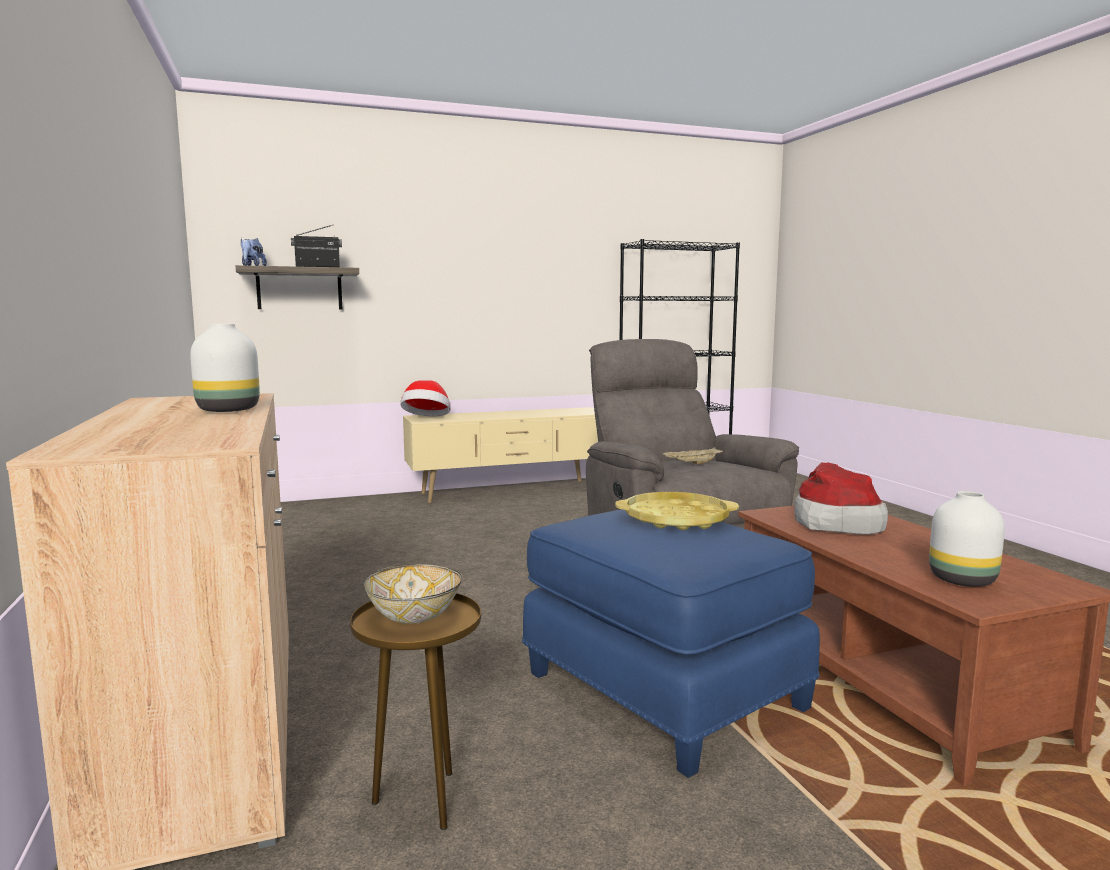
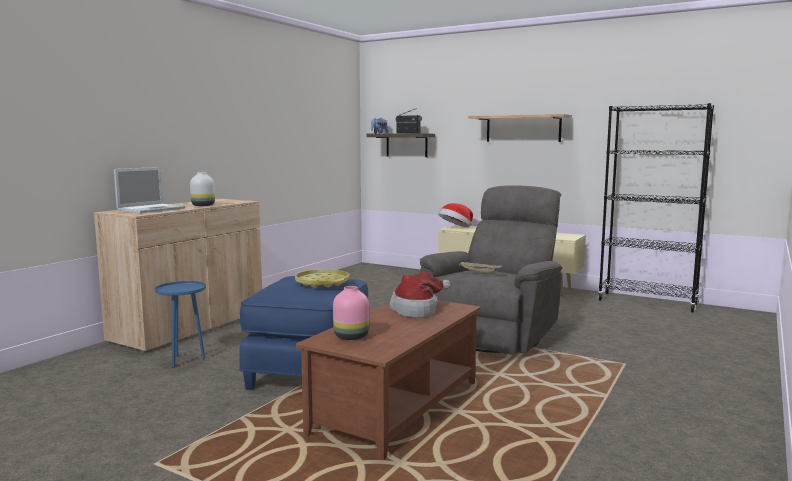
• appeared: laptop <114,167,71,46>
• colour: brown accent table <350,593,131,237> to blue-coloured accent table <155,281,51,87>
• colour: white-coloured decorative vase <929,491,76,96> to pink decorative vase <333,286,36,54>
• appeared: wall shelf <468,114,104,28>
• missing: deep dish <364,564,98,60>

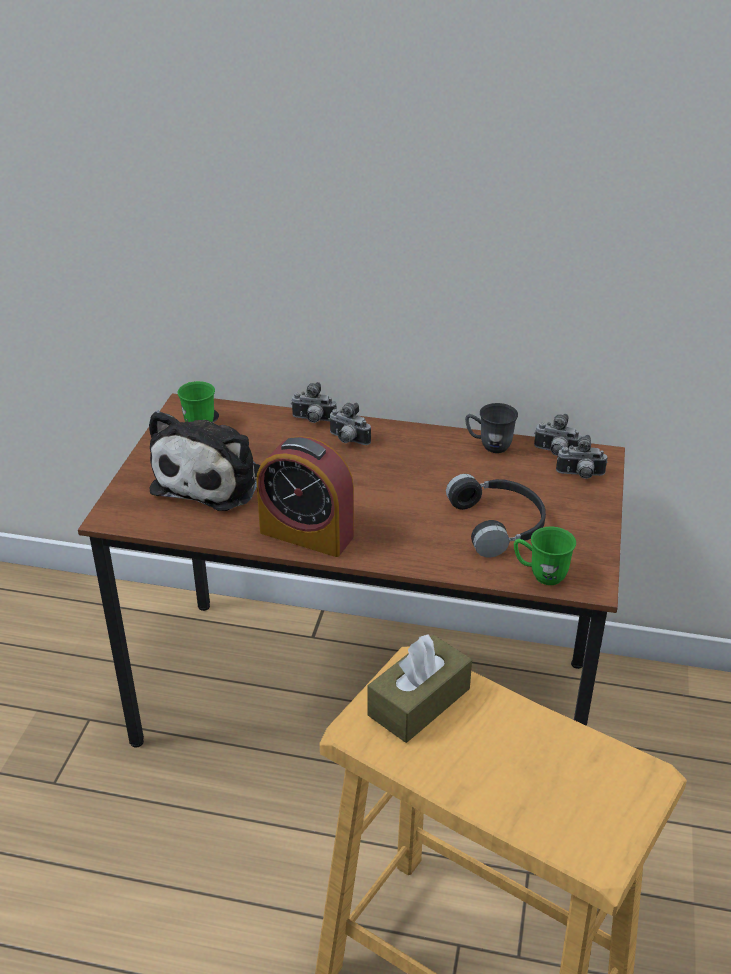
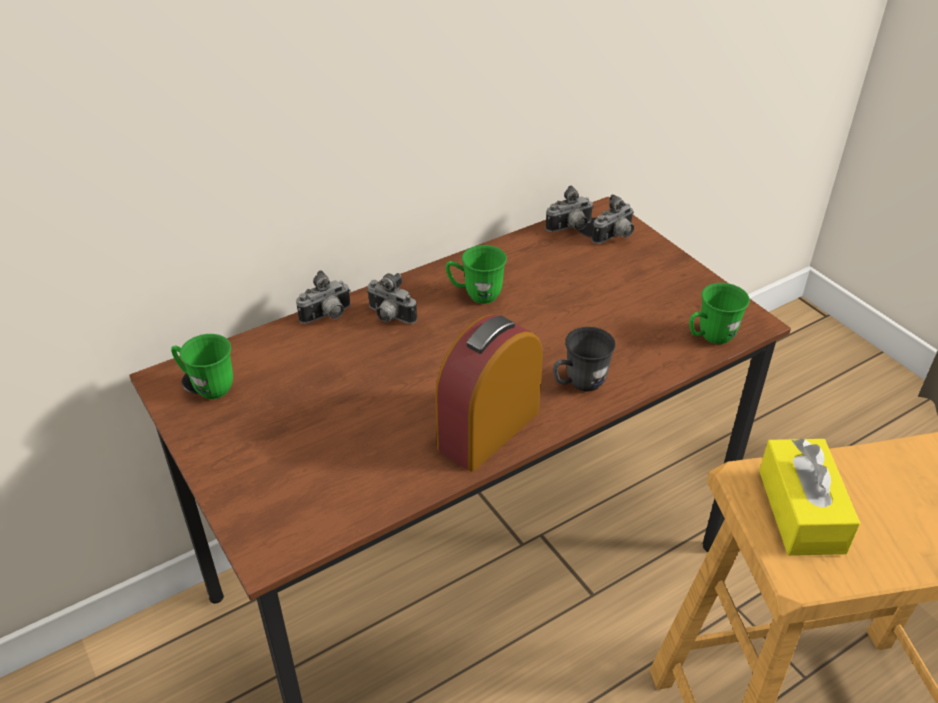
• spun: photo camera <329,403,42,42> = <366,273,51,51> 45 degrees clockwise
• spun: table clock <256,436,98,121> = <435,314,108,158> 150 degrees clockwise
• appeared: greenish tea mug <445,245,62,59>
• relocated: grey tea mug <465,403,53,50> to <553,327,62,65>
• colour: brown tissue holder <367,634,105,109> to yellow tissue holder <759,439,101,117>
• missing: plush toy <149,411,111,100>
• missing: black-coloured headphones <446,474,100,83>

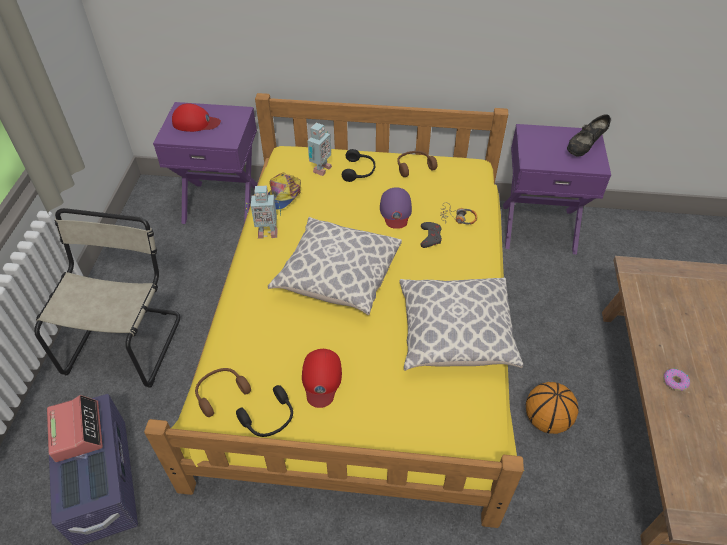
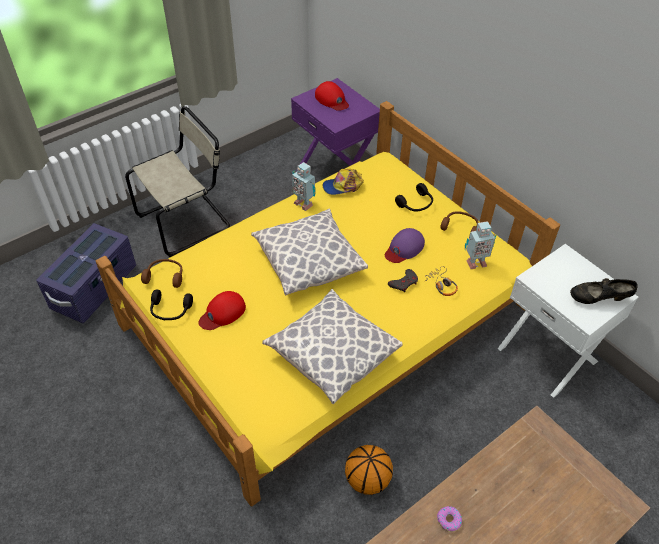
• relocated: toy robot <307,123,25,53> to <465,221,31,48>
• colour: purple-coloured night table <503,124,108,130> to white-coloured night table <498,244,140,154>
• missing: table clock <47,395,56,67>

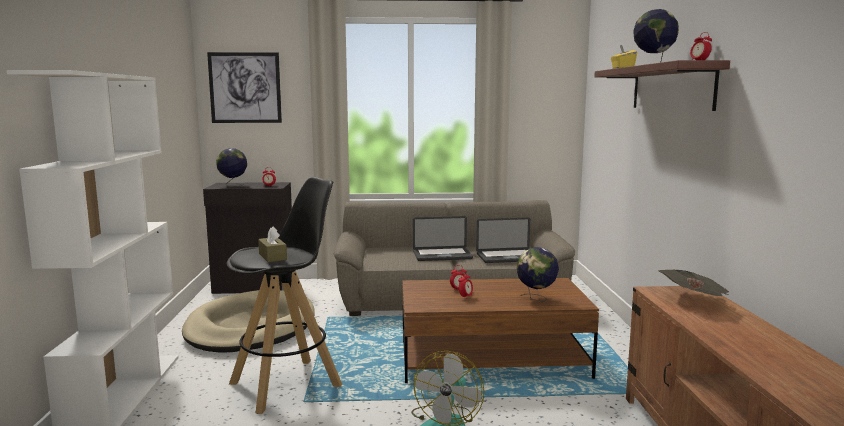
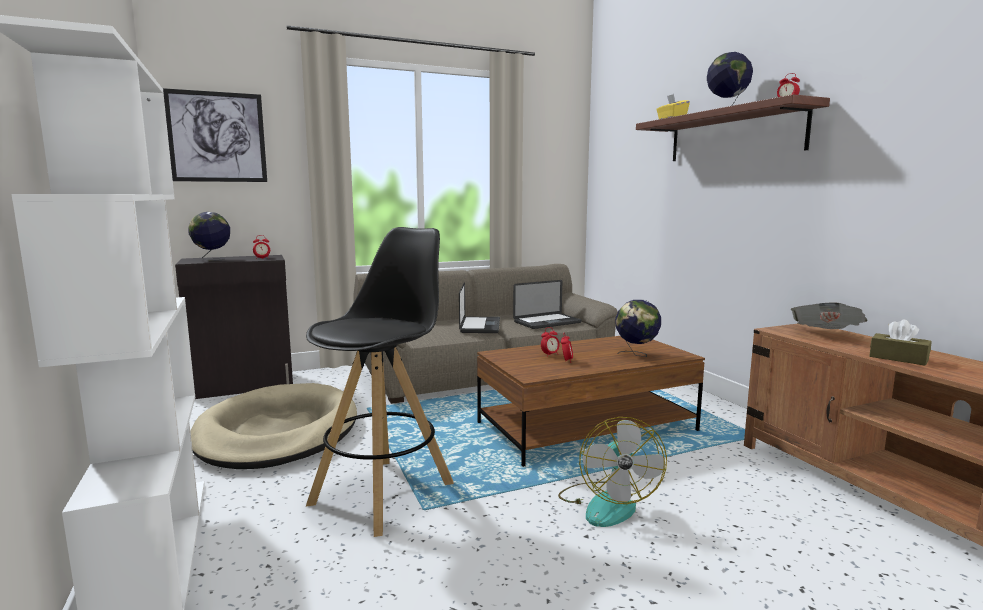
• spun: laptop <413,216,60,45> = <459,282,41,51> 60 degrees counterclockwise
• relocated: brown tissue holder <258,227,29,35> to <869,320,63,46>

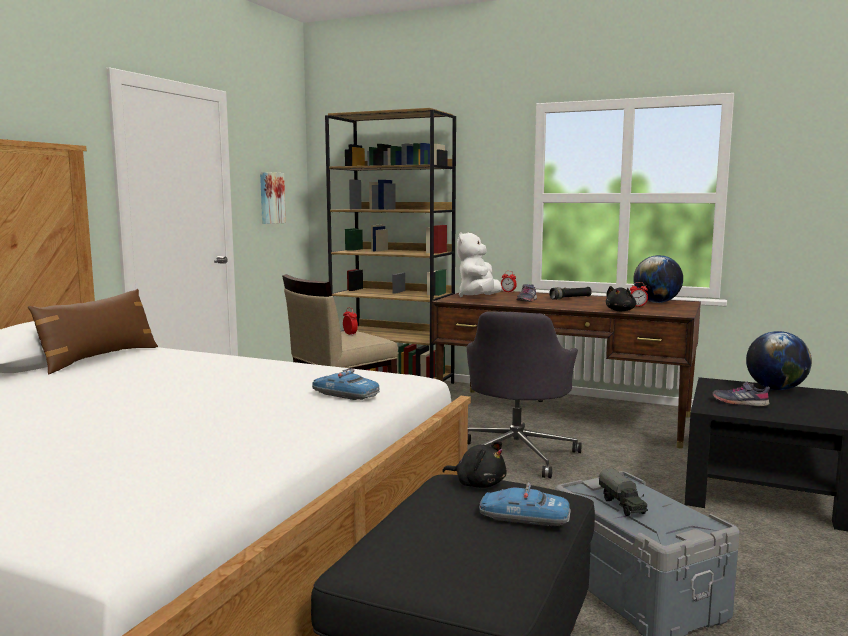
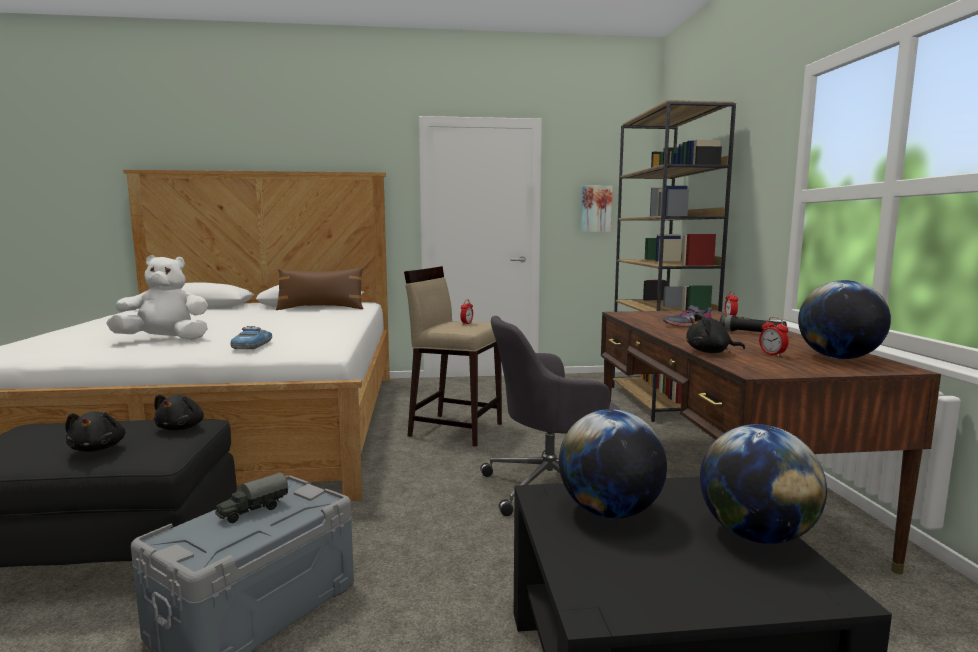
• exchanged: model car <479,482,92,44> to black-coloured plush toy <65,411,61,41>
• relocated: white-coloured plush toy <457,232,45,65> to <106,255,102,85>
• exchanged: grey shoe <712,382,58,25> to desk globe <559,409,108,110>

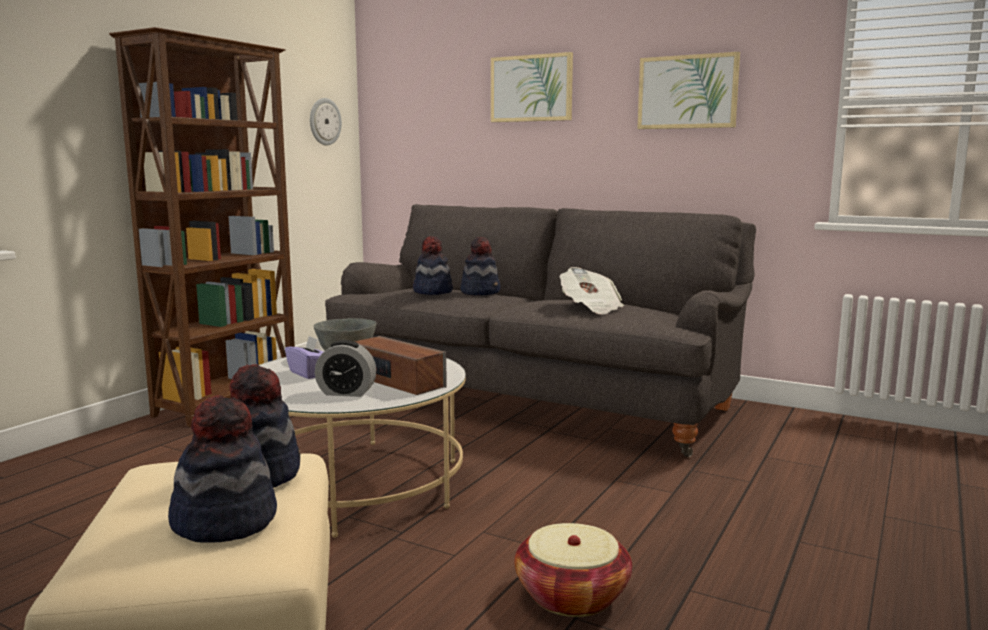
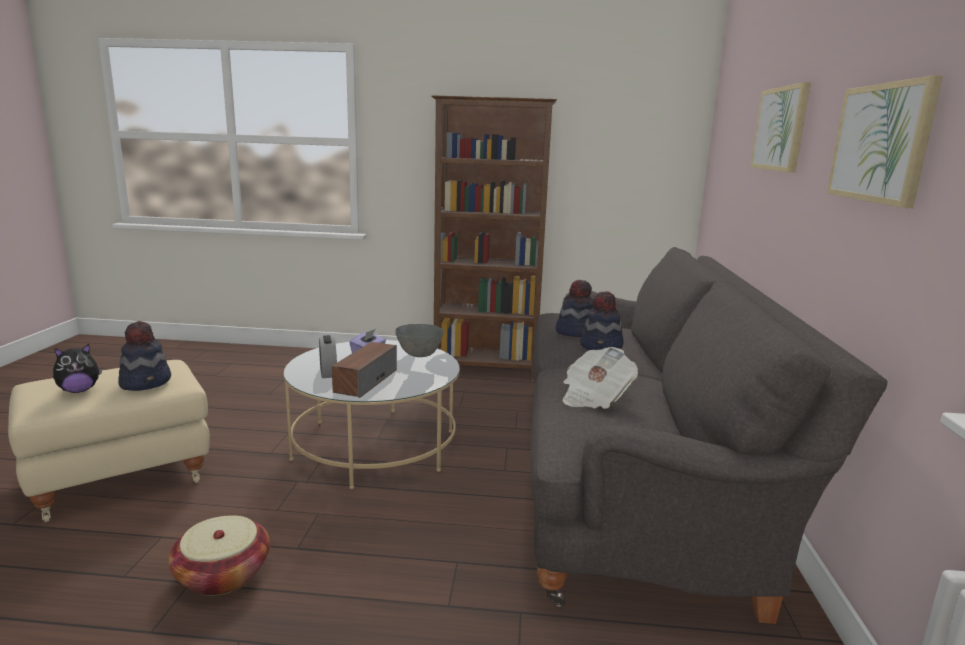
• exchanged: wearable hat <168,395,109,148> to plush toy <53,344,49,49>
• missing: clock on the wall <310,98,32,48>

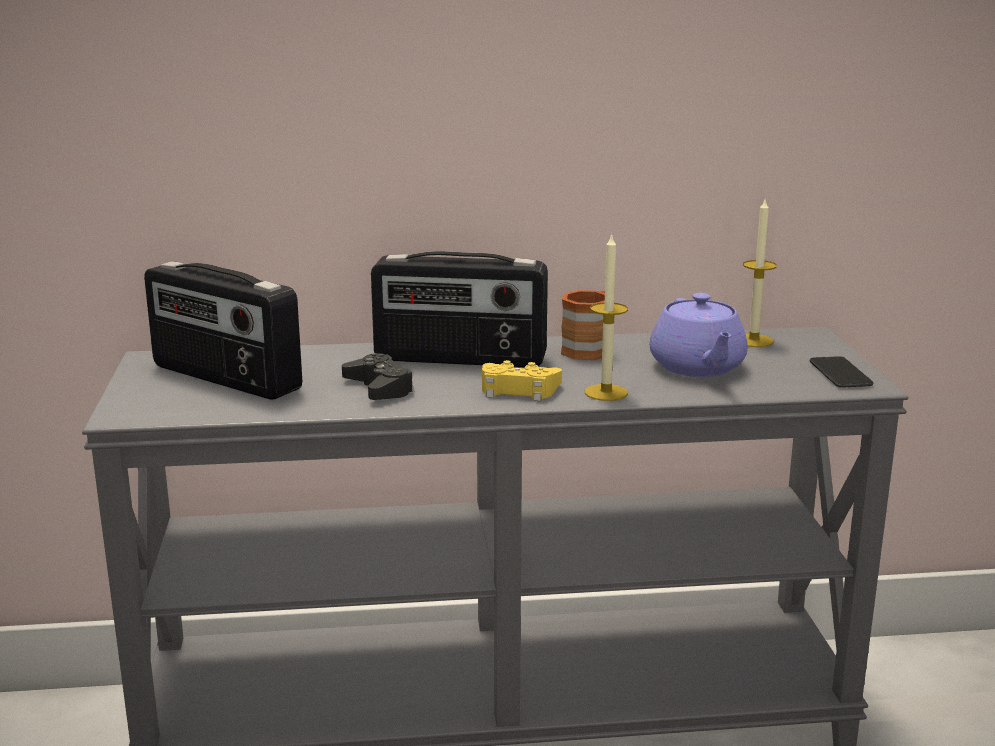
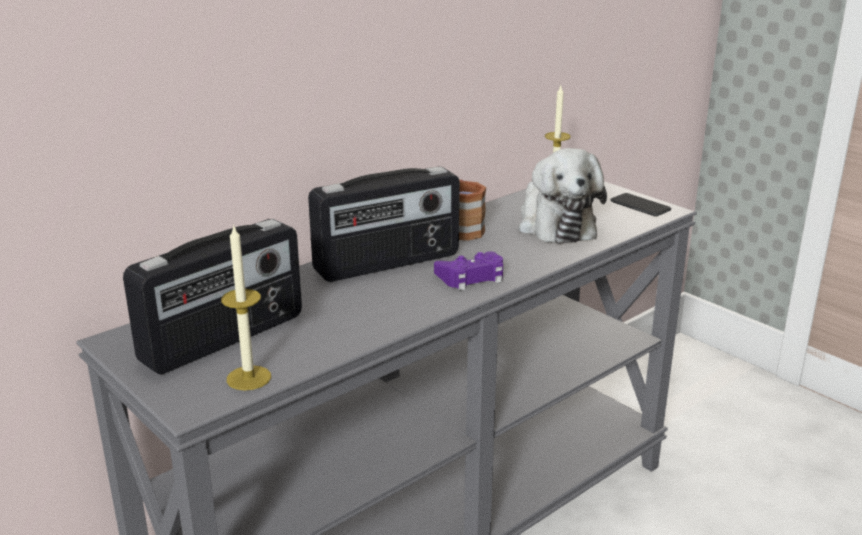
• spun: radio <144,261,158,139> = <123,219,179,155> 45 degrees counterclockwise
• relocated: wax candle <585,234,43,167> to <221,227,50,164>
• colour: yellow joypad <482,360,80,41> to purple-coloured joypad <434,251,69,40>
• exchanged: purple-coloured tea pot <650,293,98,84> to plush toy <518,148,89,96>
• missing: black-coloured joypad <342,353,72,47>

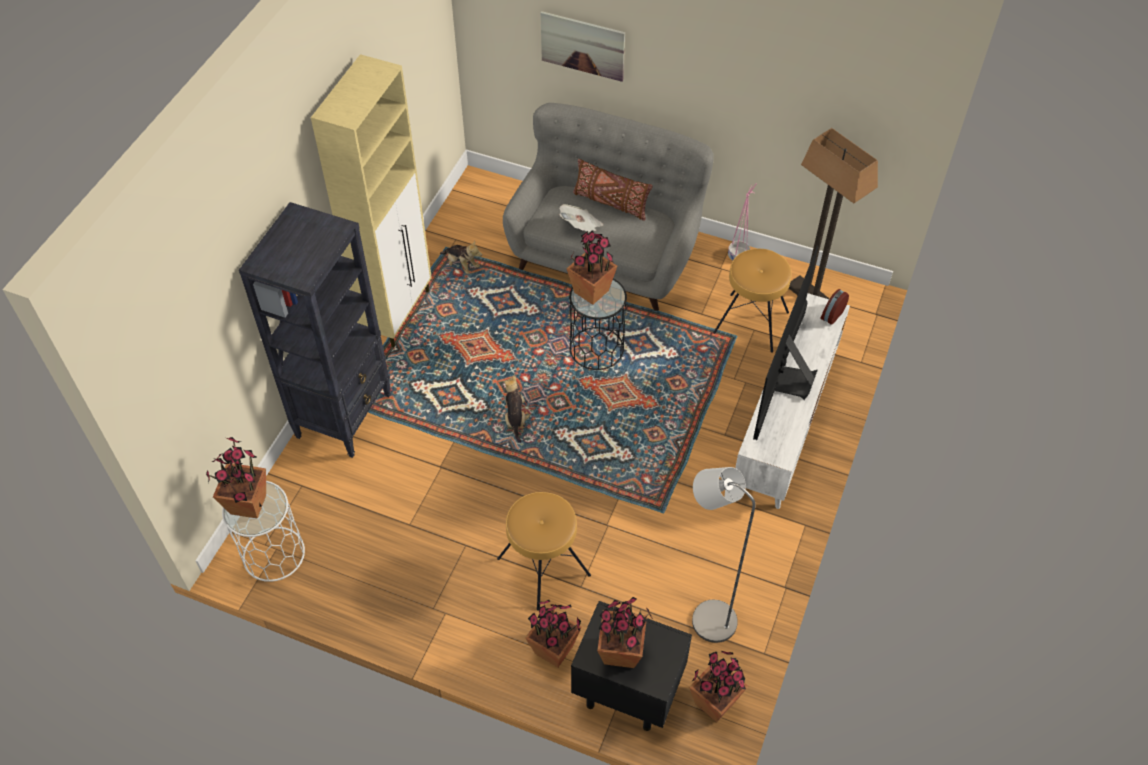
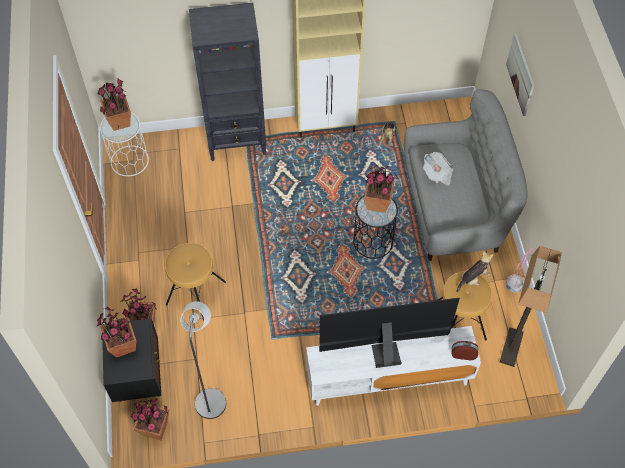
• relocated: plush toy <504,375,26,68> to <457,251,37,41>
• missing: brown throw pillow <573,159,80,62>

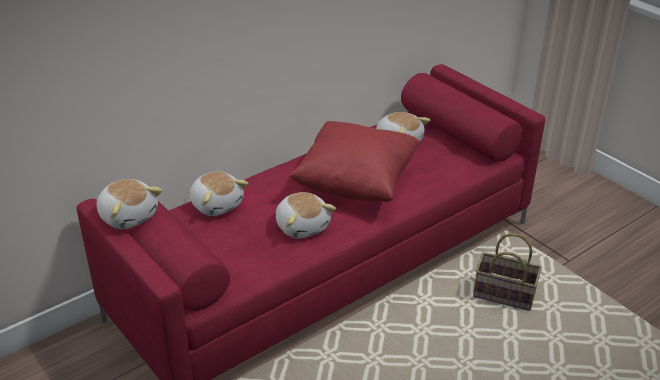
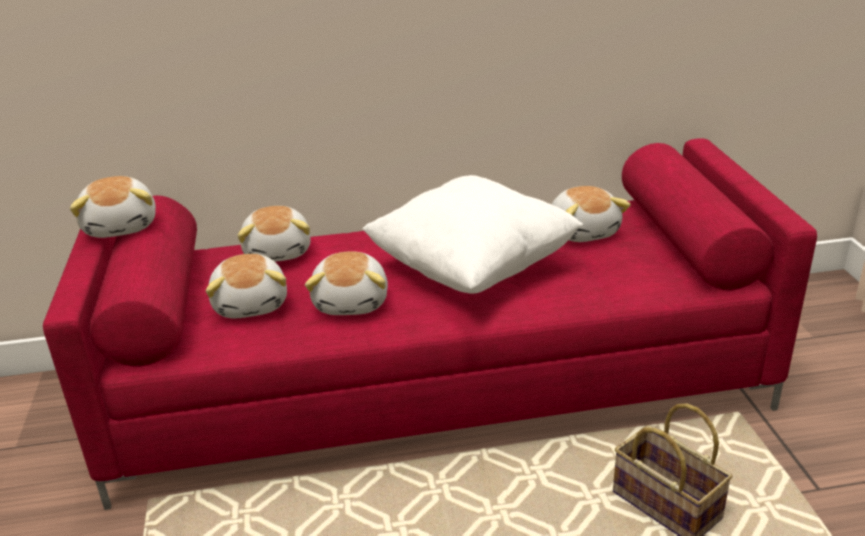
• appeared: plush toy <205,254,82,64>
• colour: red throw pillow <289,121,131,81> to white-coloured throw pillow <362,175,221,119>

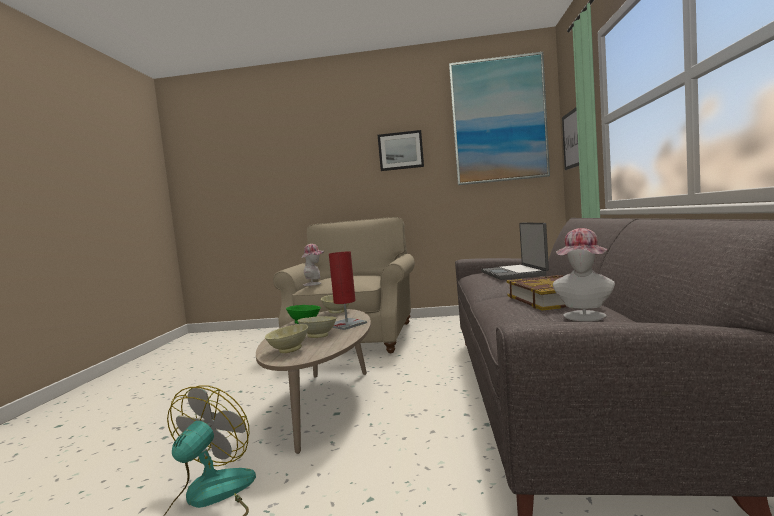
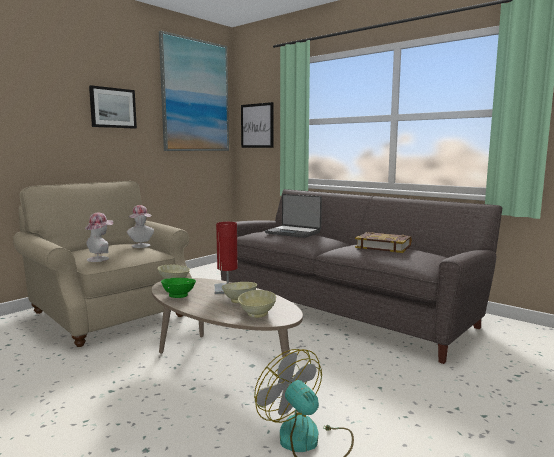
• relocated: wearable hat <553,228,62,93> to <127,205,27,43>

